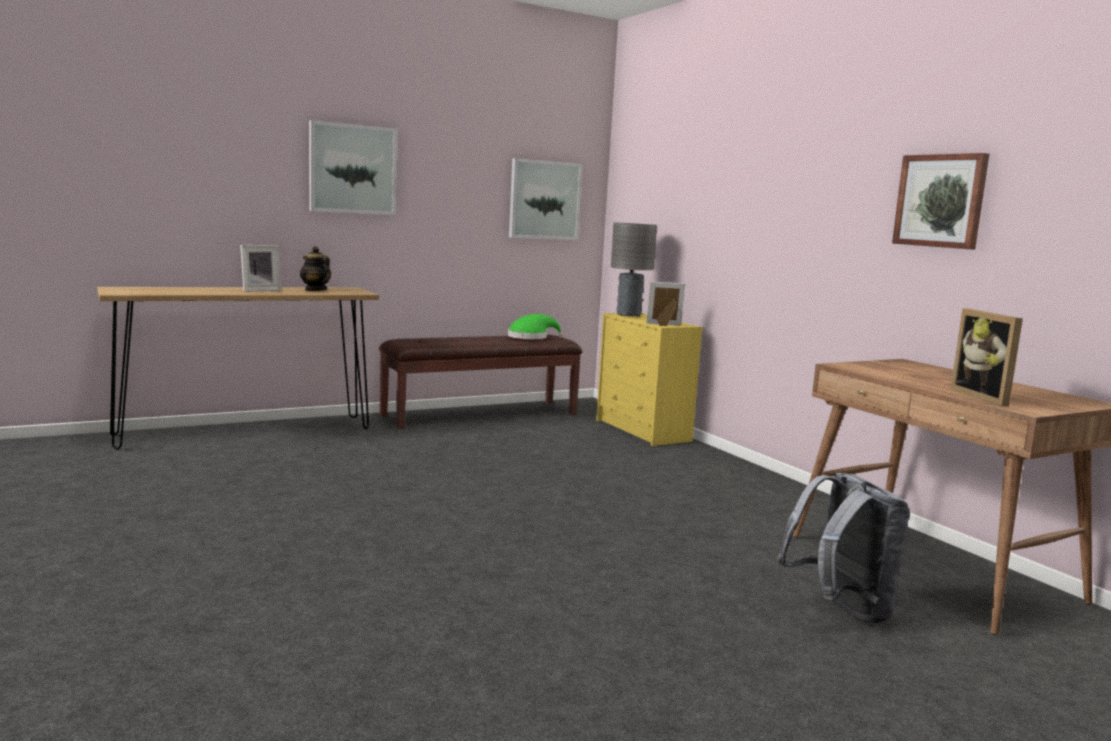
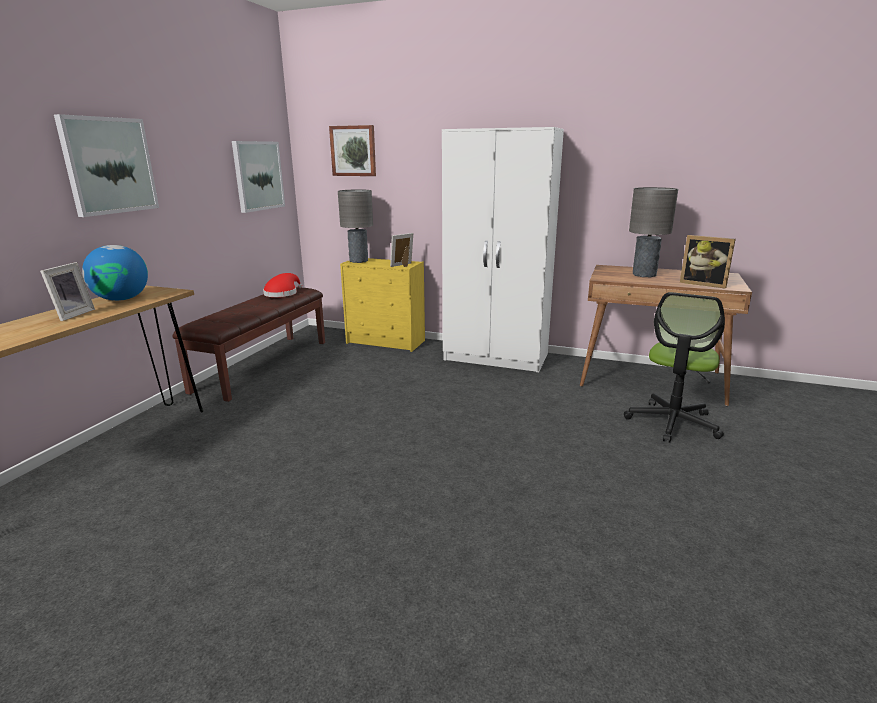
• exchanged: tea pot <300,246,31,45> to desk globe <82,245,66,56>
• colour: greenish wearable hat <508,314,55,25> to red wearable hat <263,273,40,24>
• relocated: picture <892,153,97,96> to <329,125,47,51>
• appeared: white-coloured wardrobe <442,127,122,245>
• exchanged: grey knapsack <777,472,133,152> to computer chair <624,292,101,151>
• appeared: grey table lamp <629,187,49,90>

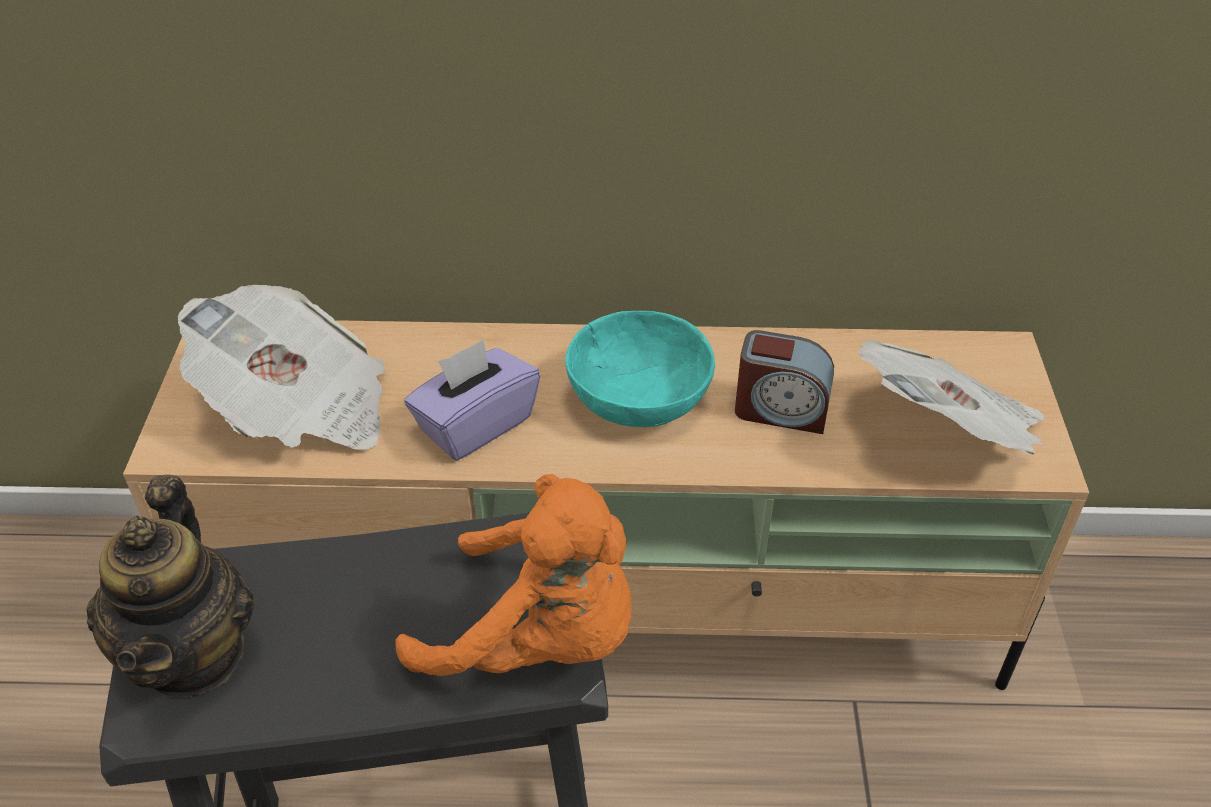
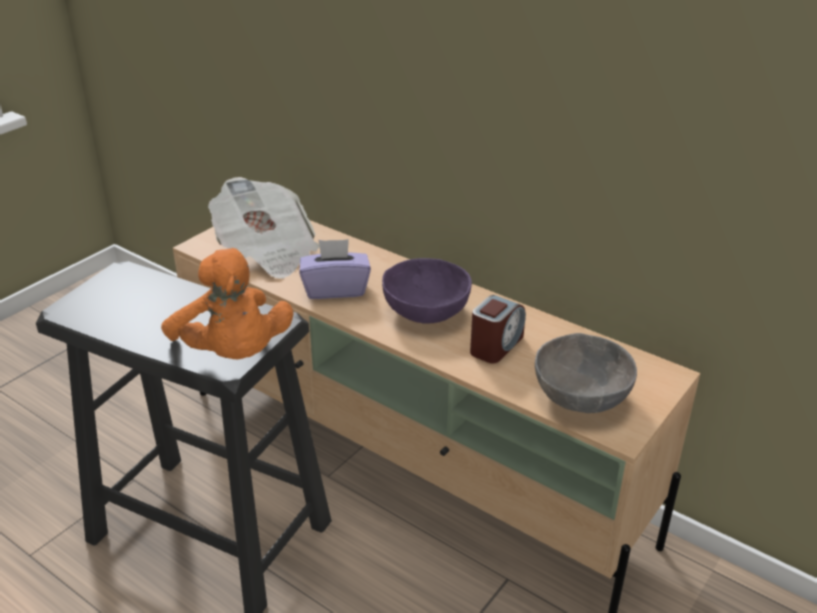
• colour: turquoise-coloured deep dish <565,311,150,116> to purple-coloured deep dish <382,258,90,66>
• spun: table clock <735,330,99,104> = <470,295,56,68> 105 degrees counterclockwise
• exchanged: printed paper <859,340,185,115> to grey deep dish <535,333,102,80>
• missing: tea pot <86,475,168,223>

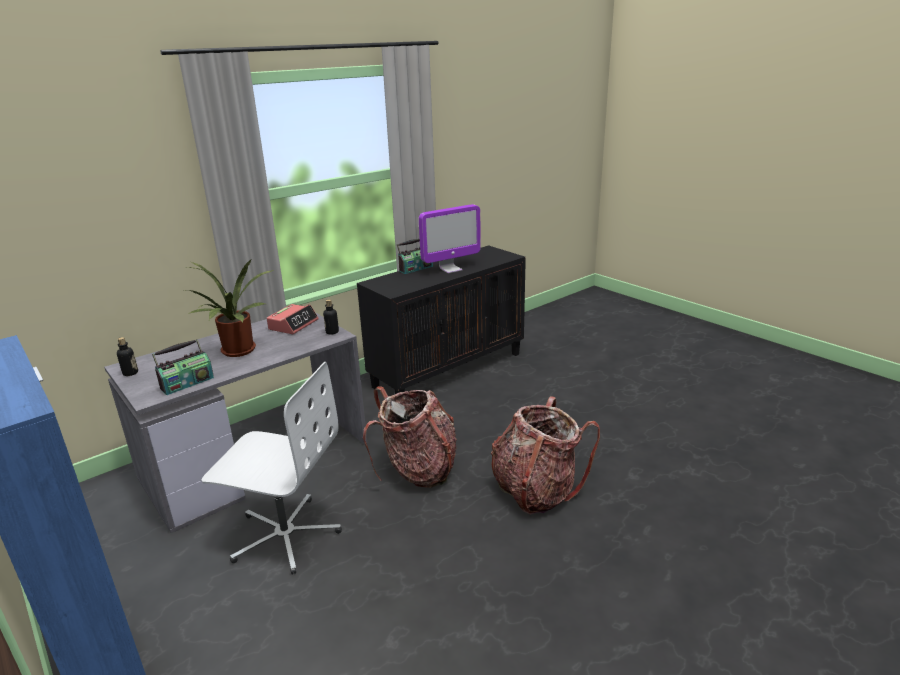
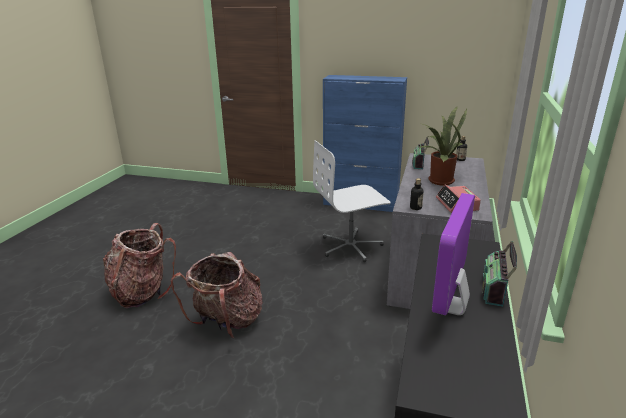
• relocated: knapsack <363,386,94,102> to <103,223,73,85>

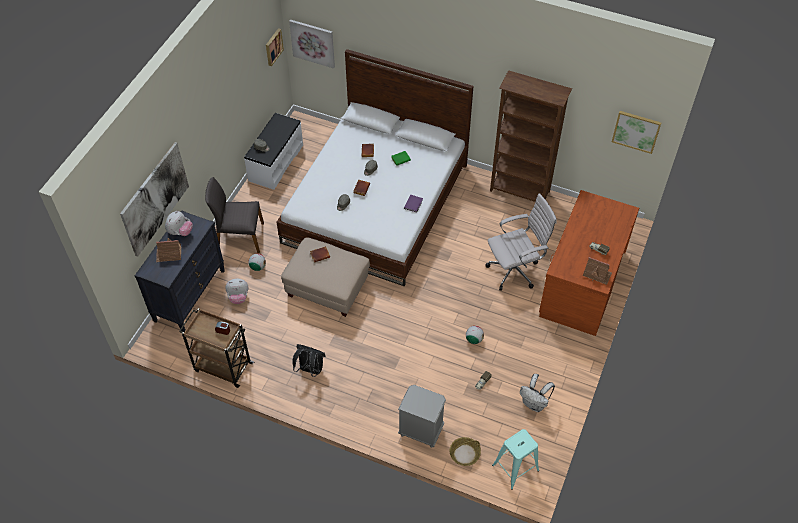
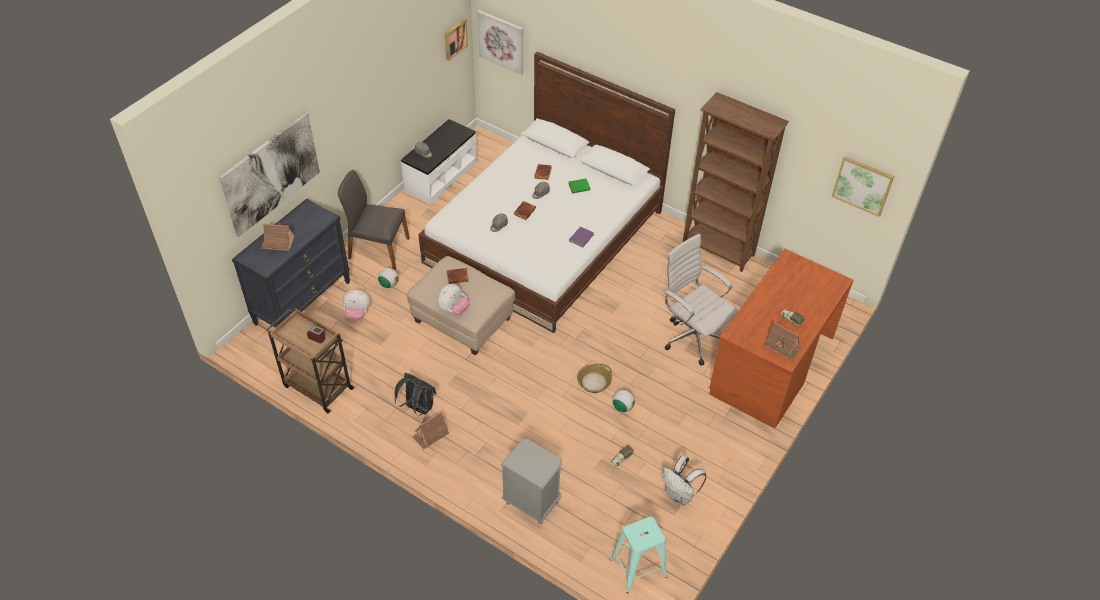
• appeared: miniature house <412,412,37,38>
• relocated: plush toy <165,211,28,25> to <437,283,32,32>
• relocated: household basket <450,437,31,29> to <577,363,35,30>
• spun: white-coloured computer chair <485,193,72,98> = <664,234,74,132> 120 degrees counterclockwise

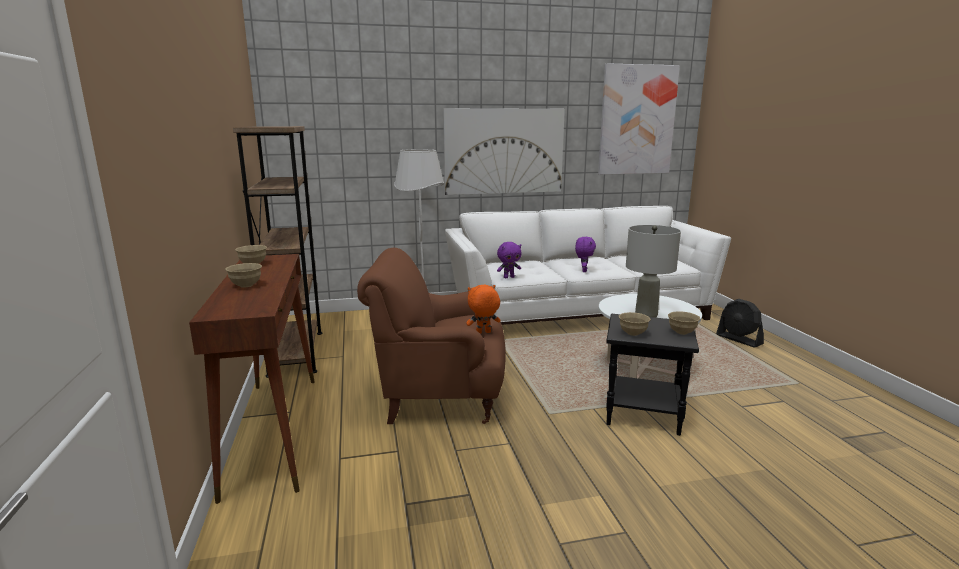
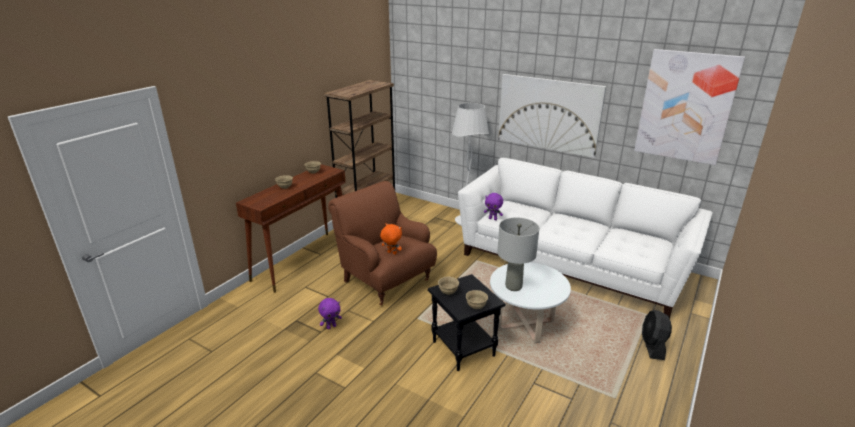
• relocated: purple-coloured plush toy <575,237,21,35> to <318,298,24,31>

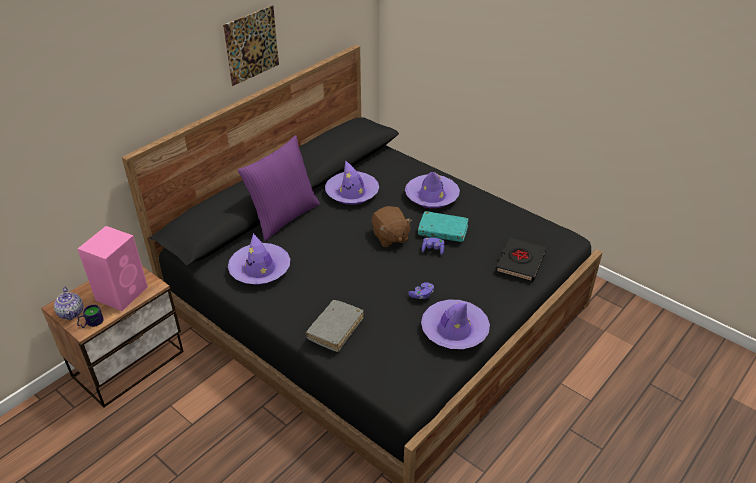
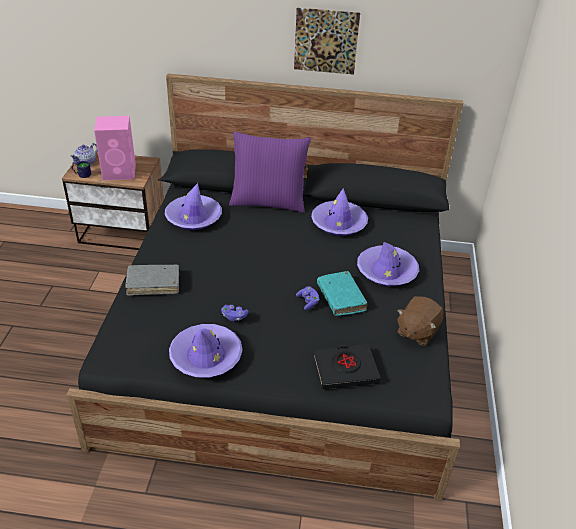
• relocated: brown plush toy <372,206,40,41> to <397,296,47,50>

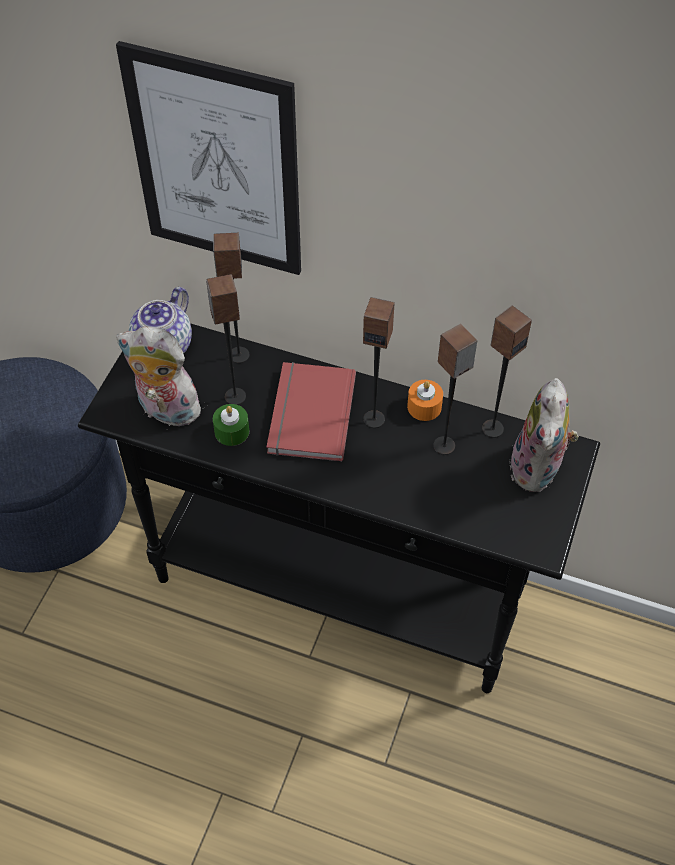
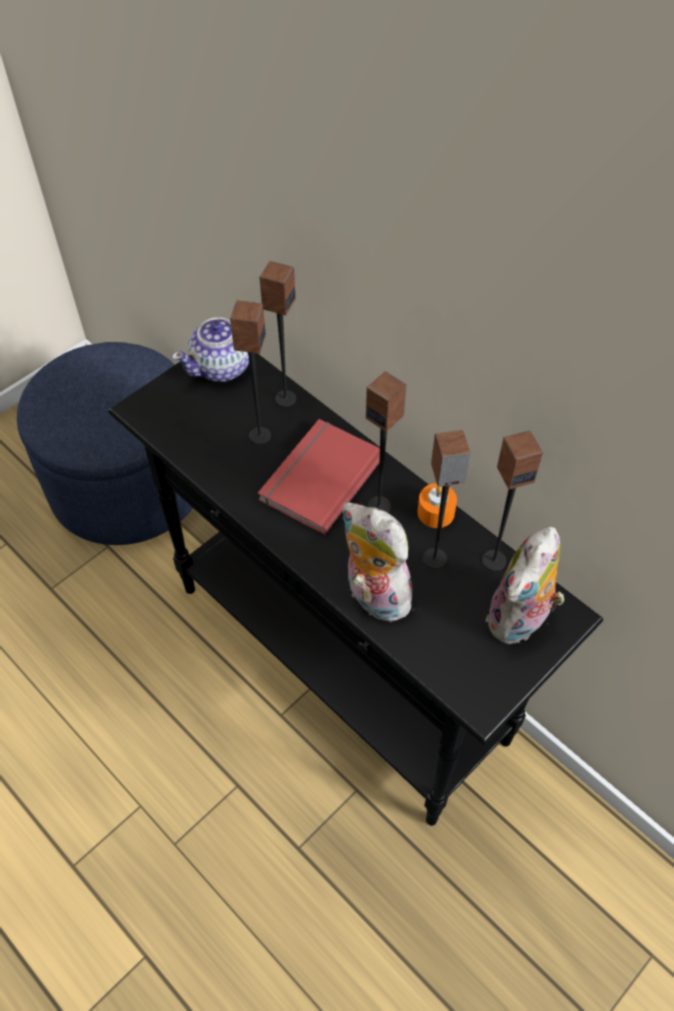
• relocated: plush toy <116,327,90,99> to <342,502,78,120>
• missing: picture <116,41,185,234>
• missing: greenish wax candle <213,404,36,42>

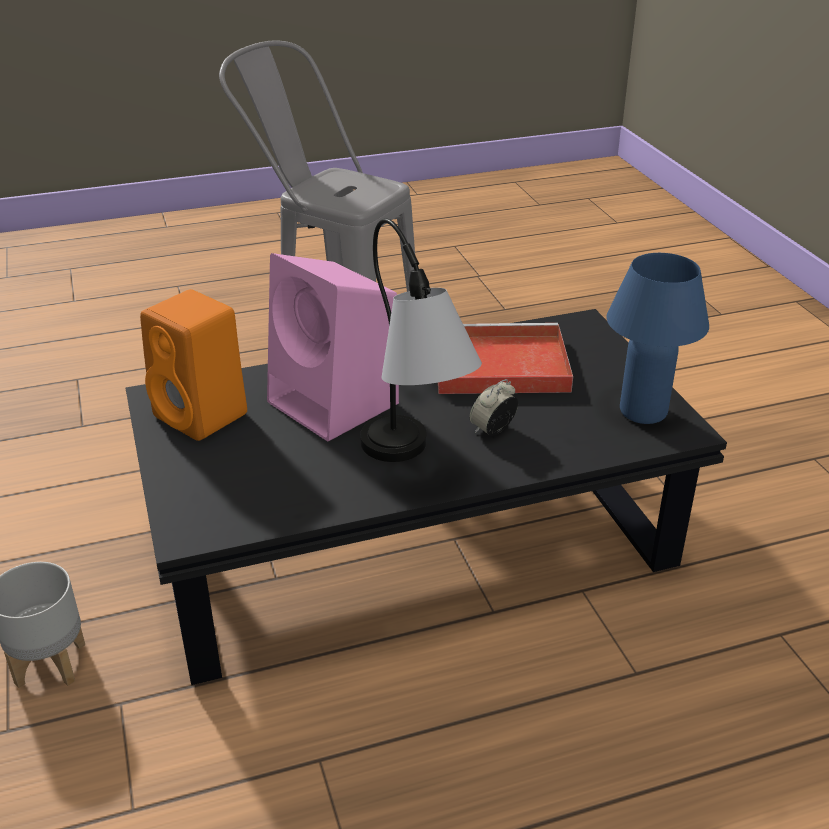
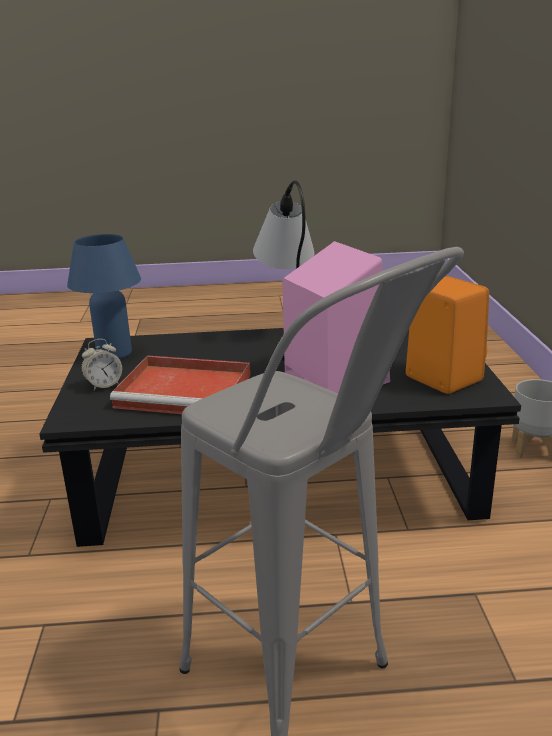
• relocated: table clock <470,379,48,57> to <81,339,41,51>

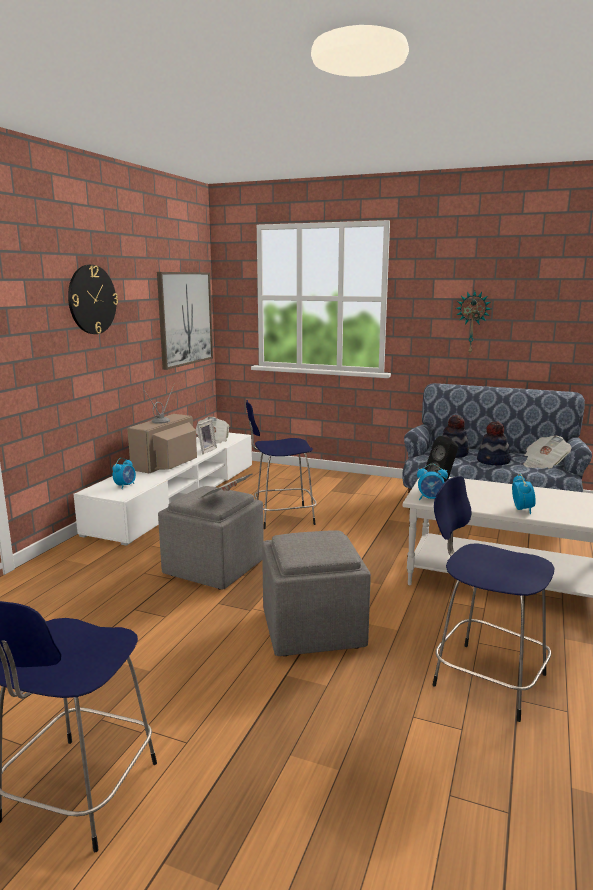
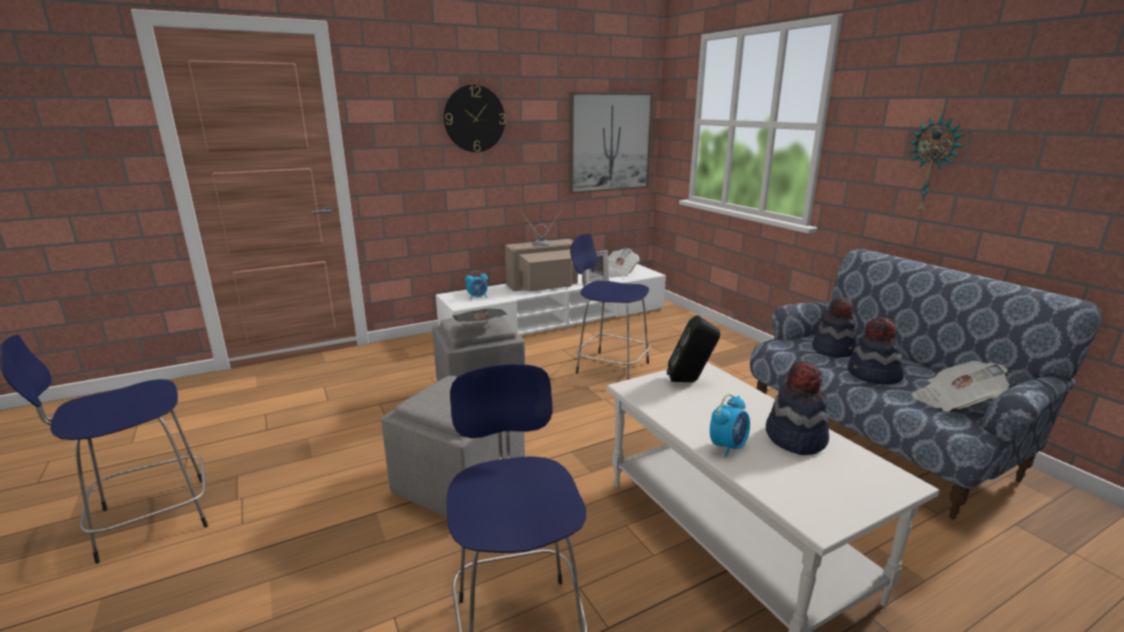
• appeared: wearable hat <766,361,63,94>
• missing: table clock <417,464,31,36>

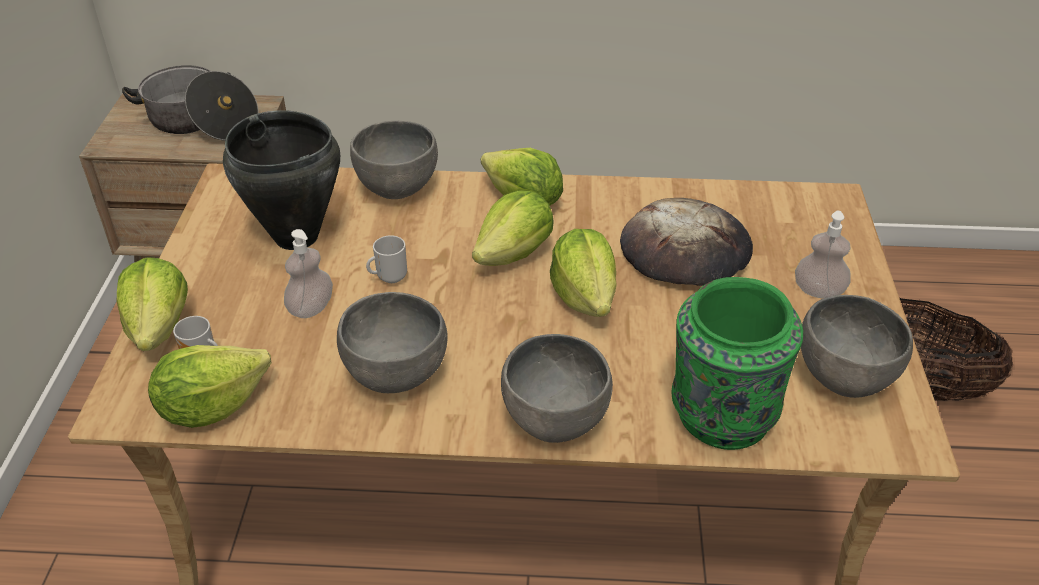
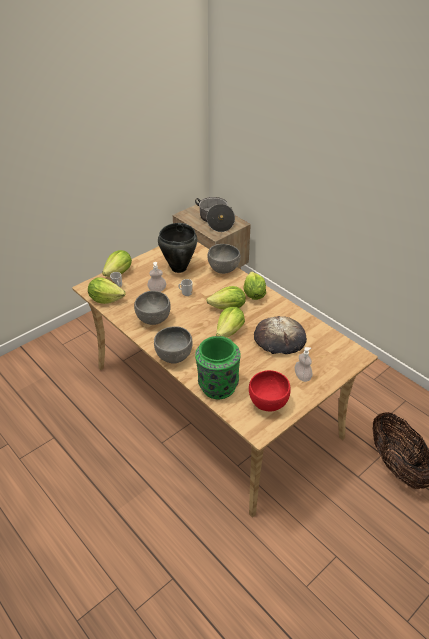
• colour: grey deep dish <801,295,112,103> to red deep dish <249,370,42,41>

